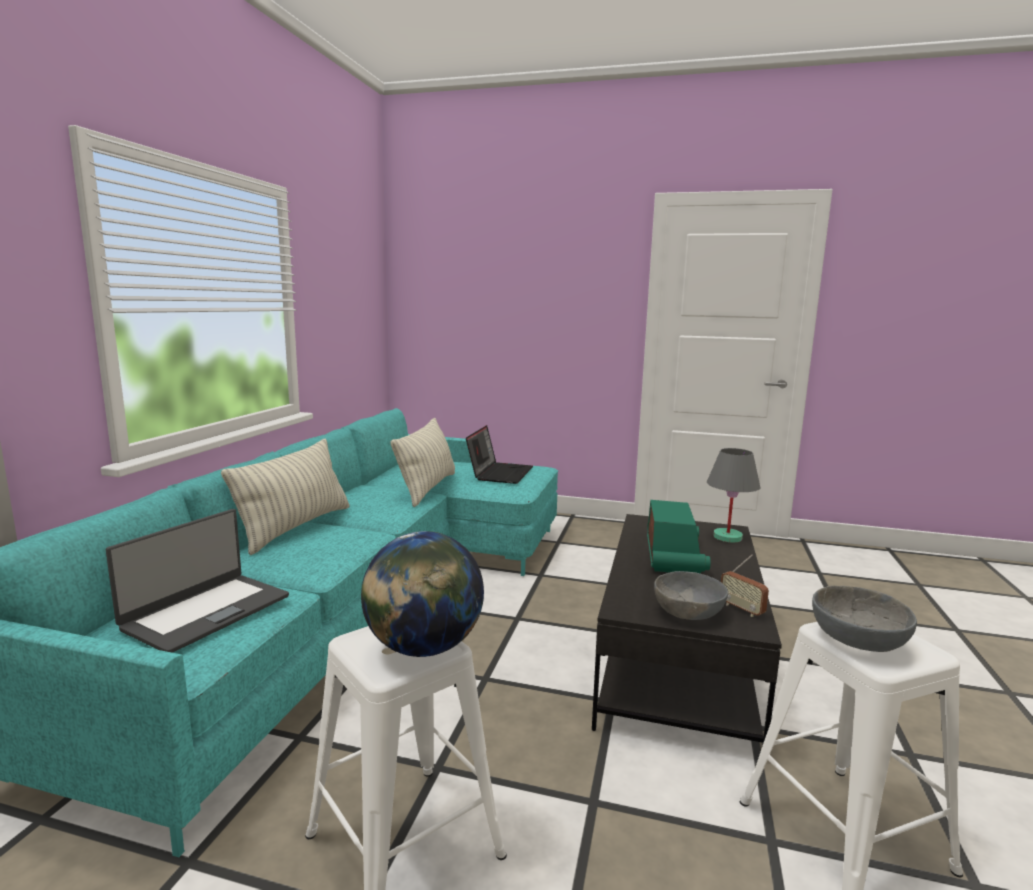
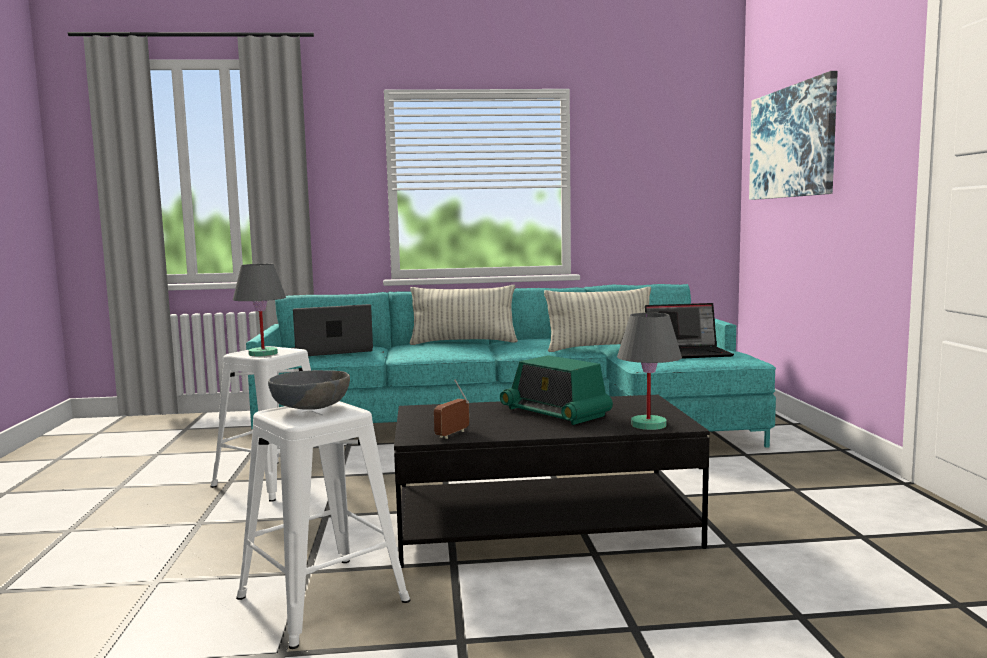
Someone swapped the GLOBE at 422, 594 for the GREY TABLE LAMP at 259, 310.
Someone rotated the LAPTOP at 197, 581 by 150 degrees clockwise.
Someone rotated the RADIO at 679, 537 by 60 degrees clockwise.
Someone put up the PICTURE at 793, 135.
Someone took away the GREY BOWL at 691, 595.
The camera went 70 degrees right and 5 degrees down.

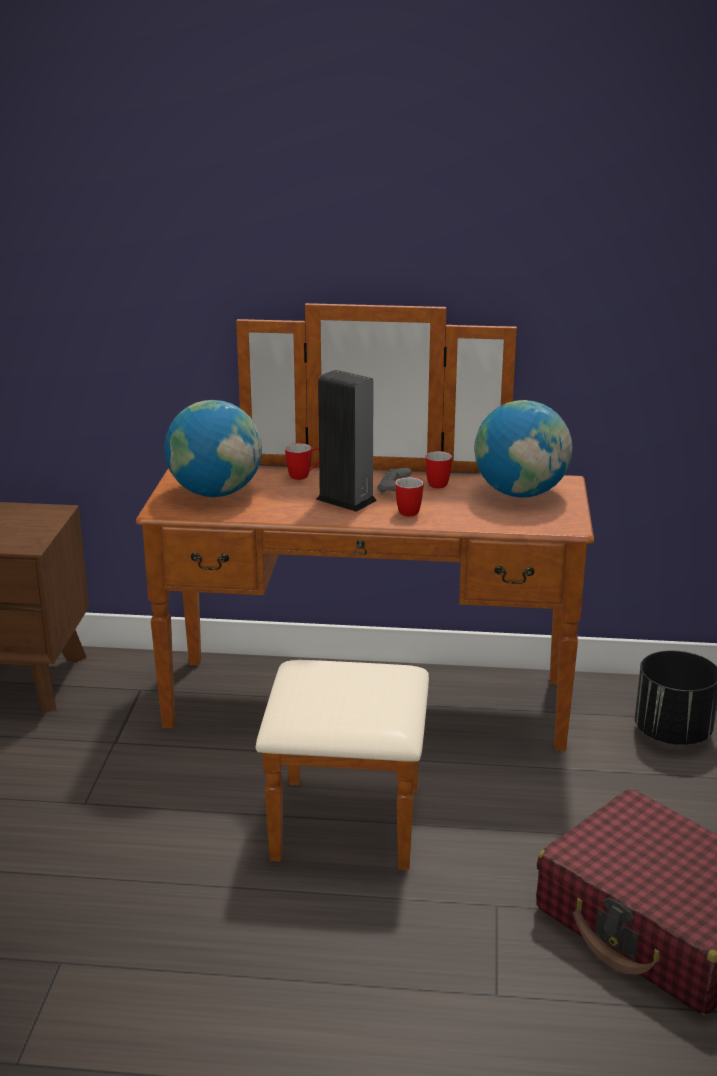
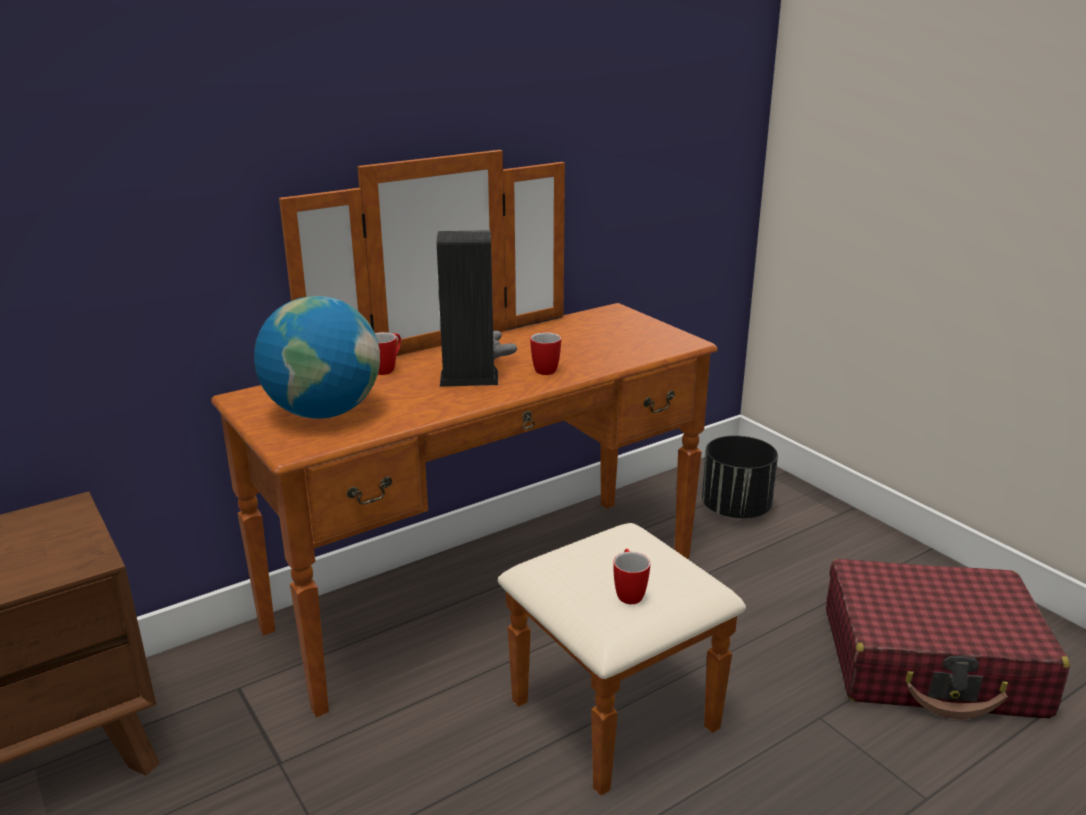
Someone carried the MUG from 438, 469 to 631, 576.
Someone took away the GLOBE at 523, 449.
The camera went 40 degrees left and 0 degrees up.

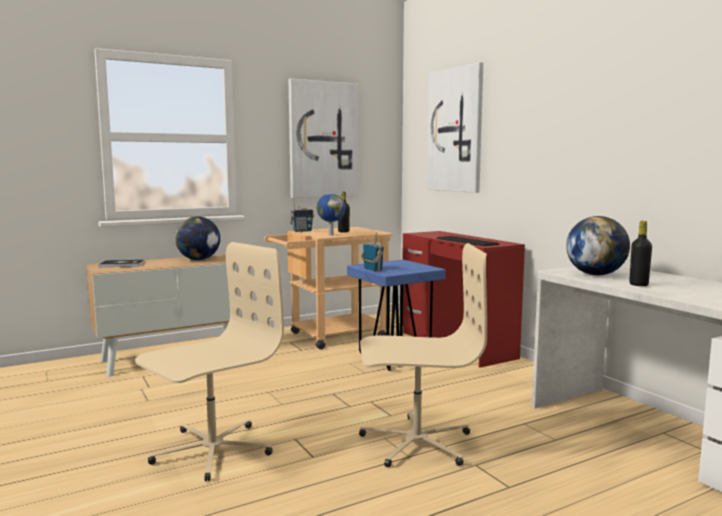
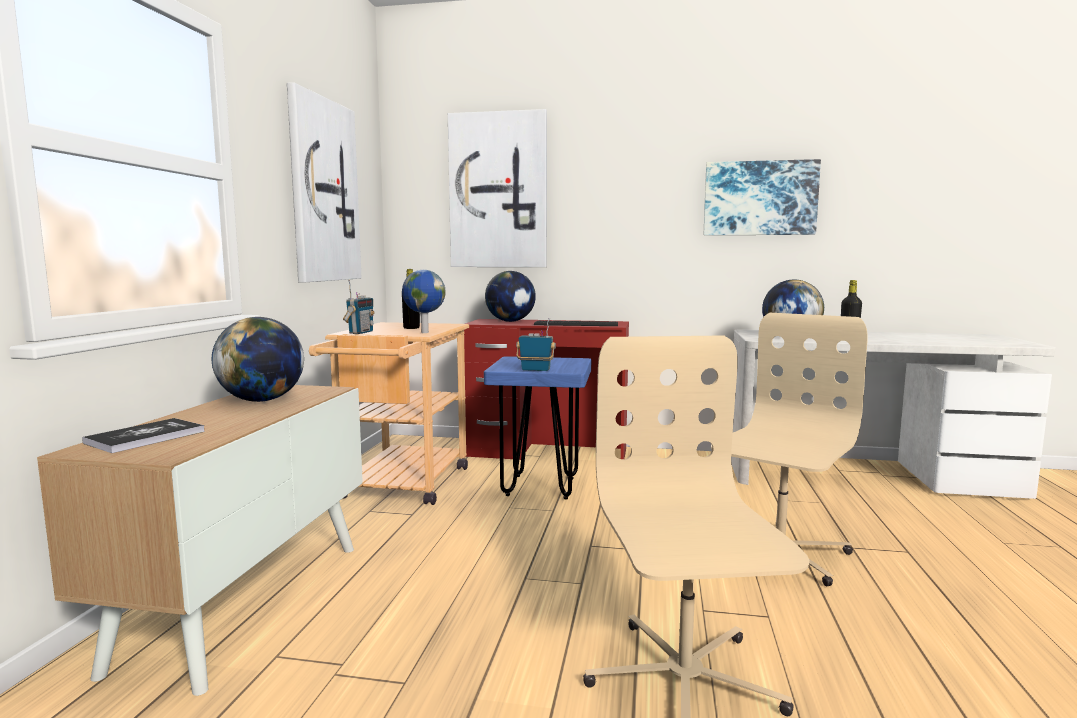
Someone put down the GLOBE at 510, 296.
Someone put up the PICTURE at 762, 197.
The camera went 50 degrees left and 0 degrees up.

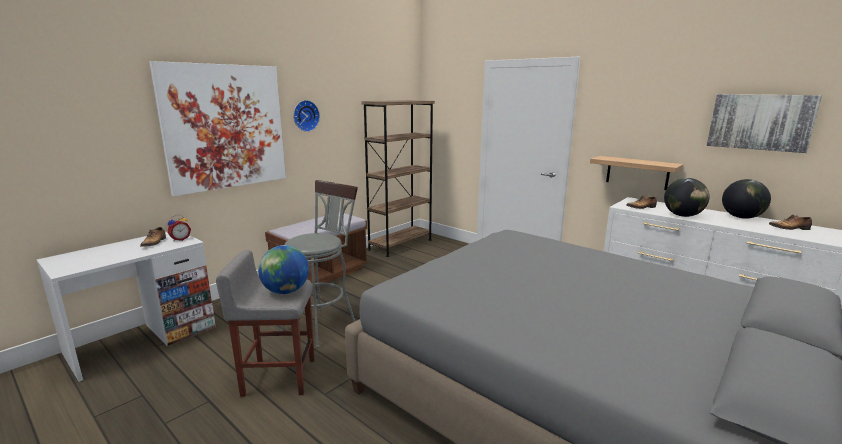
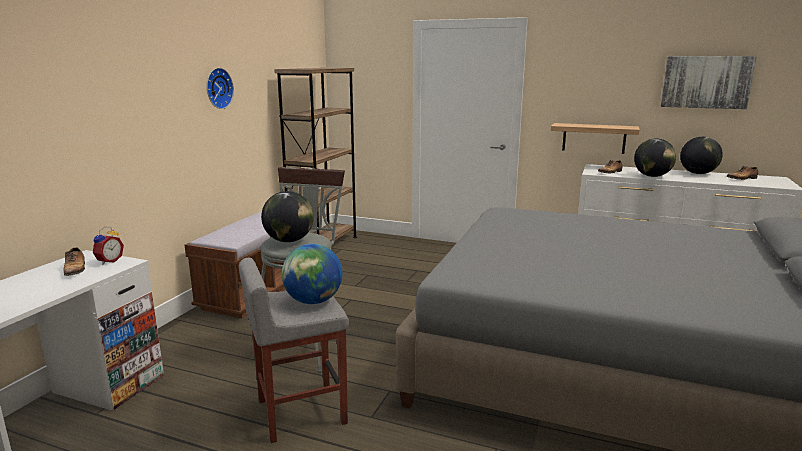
Someone put down the GLOBE at 287, 216.
Someone took away the PICTURE at 217, 128.
The camera went 20 degrees left and 0 degrees up.

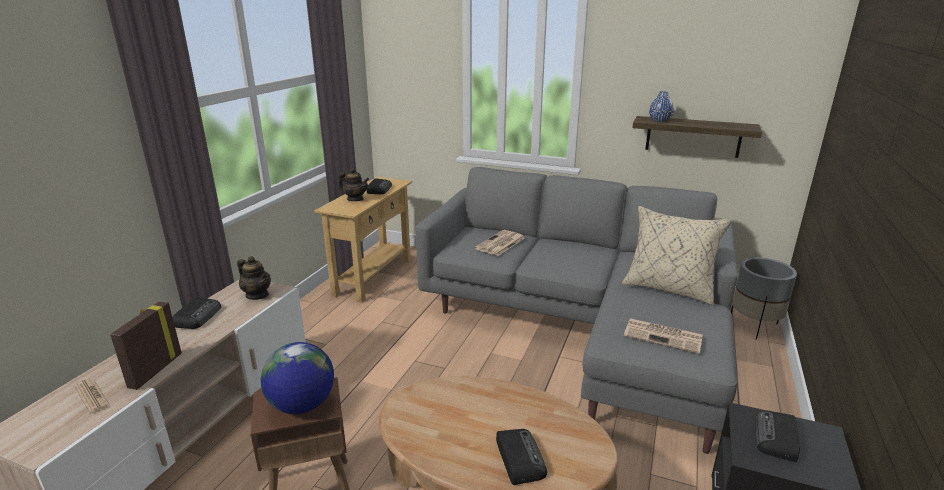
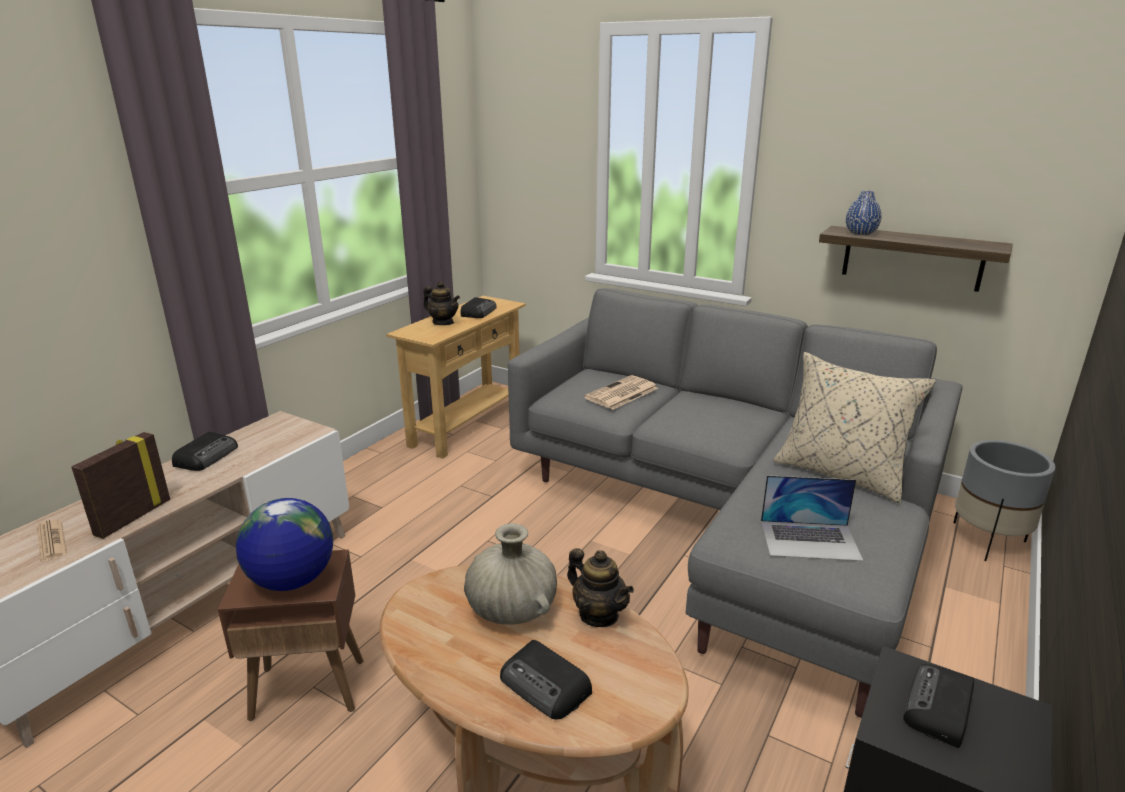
Someone put down the BEIGE VASE at 510, 574.
Someone rotated the RADIO at 521, 457 by 135 degrees clockwise.
Someone carried the TEAPOT from 254, 278 to 600, 587.
Someone swapped the NEWSPAPER at 663, 336 for the LAPTOP at 812, 518.
The camera went 10 degrees right and 0 degrees up.

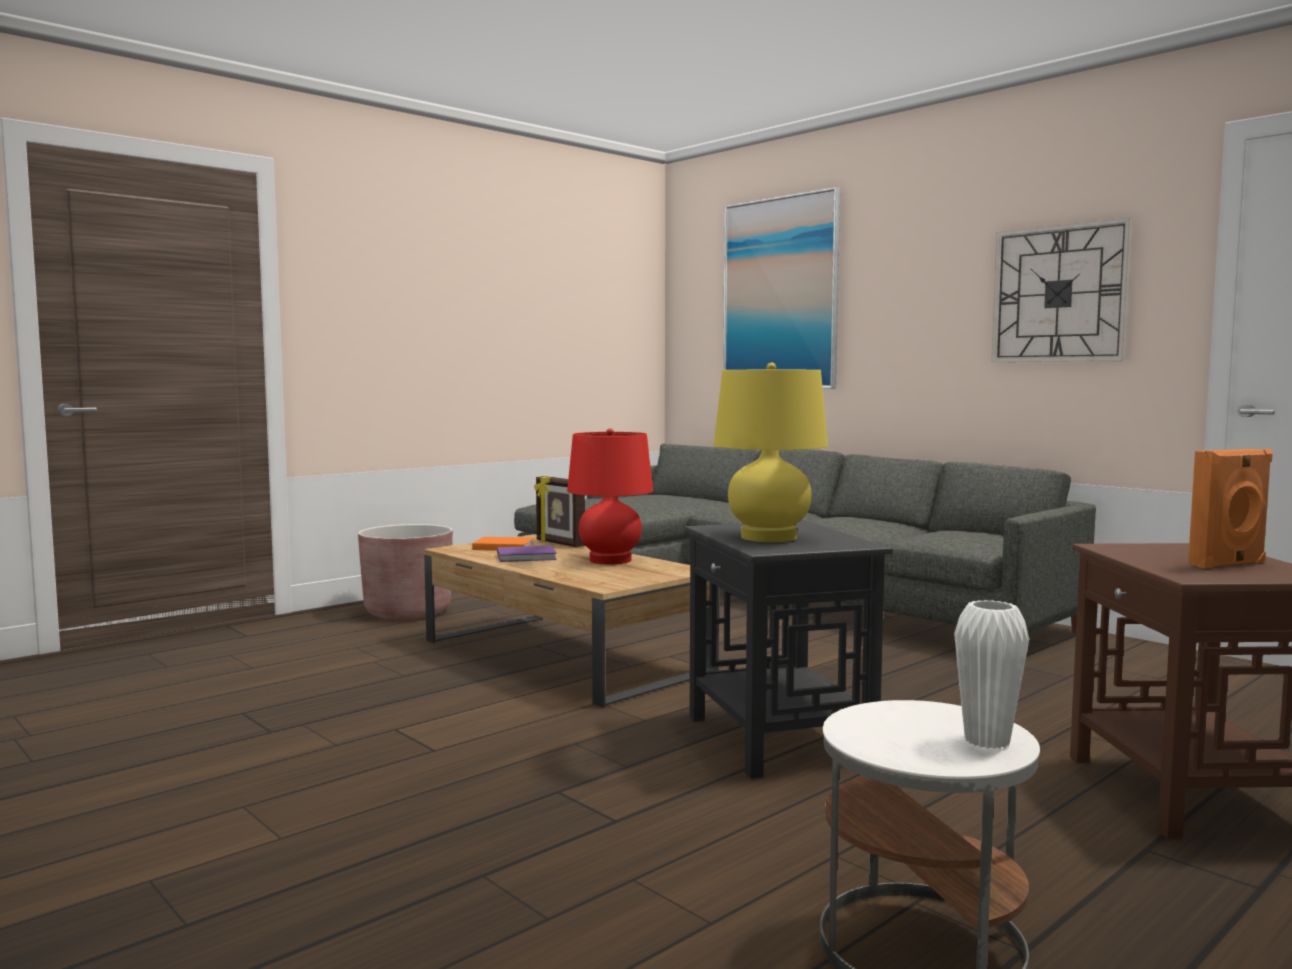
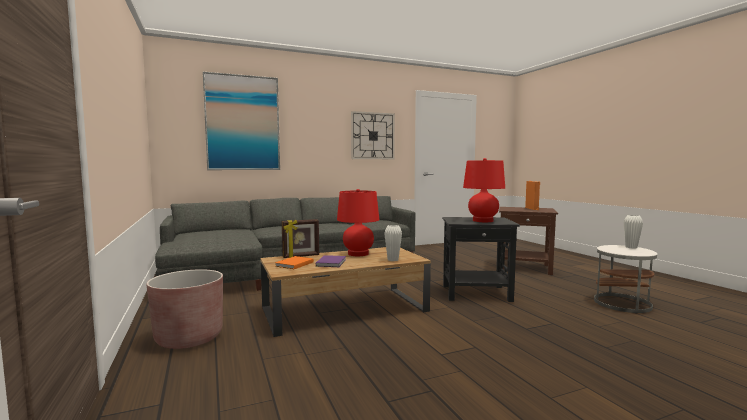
Someone put down the WHITE VASE at 393, 243.
Someone repainted the YELLOW TABLE LAMP at 771, 452, which became the RED TABLE LAMP at 484, 190.
The camera went 70 degrees left and 0 degrees up.

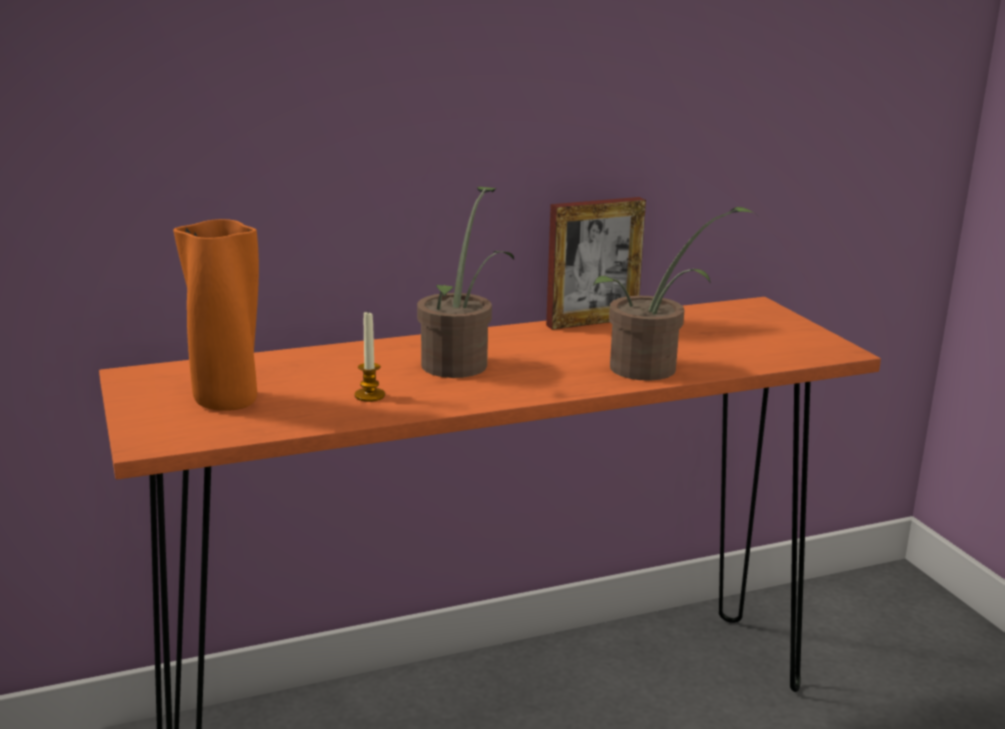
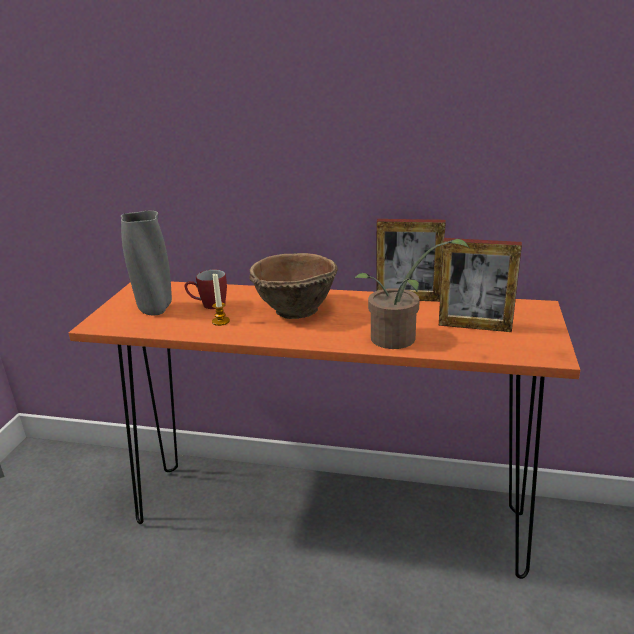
Someone repainted the ORANGE VASE at 216, 315, which became the GREY VASE at 146, 263.
Someone put down the RED MUG at 205, 289.
Someone swapped the POTTED PLANT at 465, 282 for the BROWN BOWL at 293, 286.
Someone put down the PICTURE FRAME at 480, 285.
The camera went 35 degrees right and 5 degrees up.

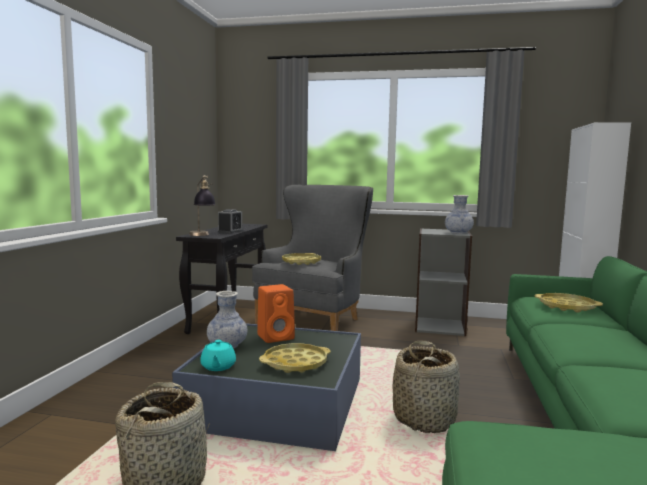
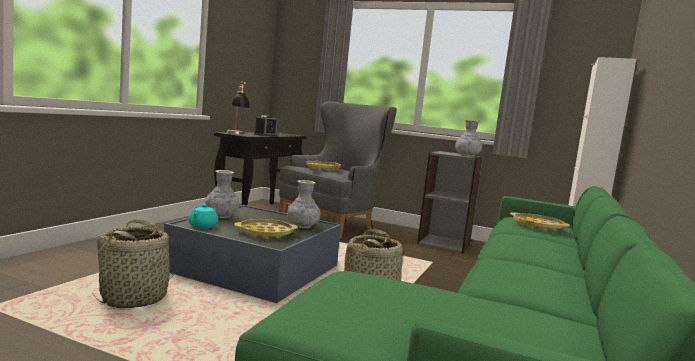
Someone put down the VASE at 303, 204.
Someone took away the ORANGE SPEAKER at 276, 313.
The camera went 10 degrees right and 0 degrees up.

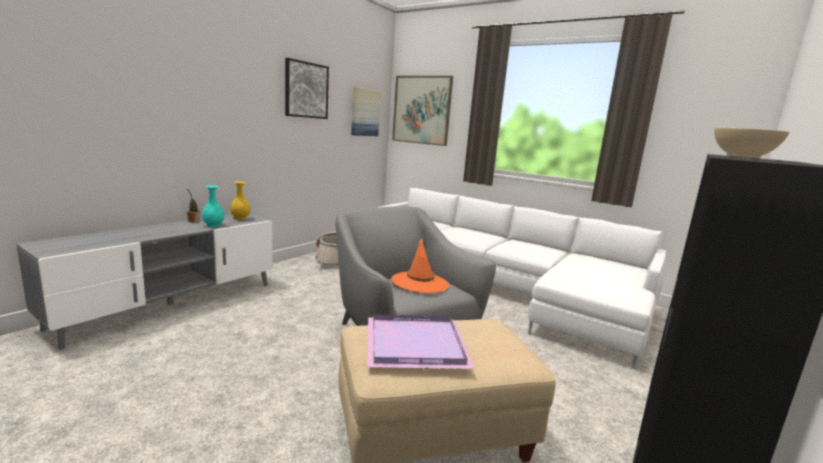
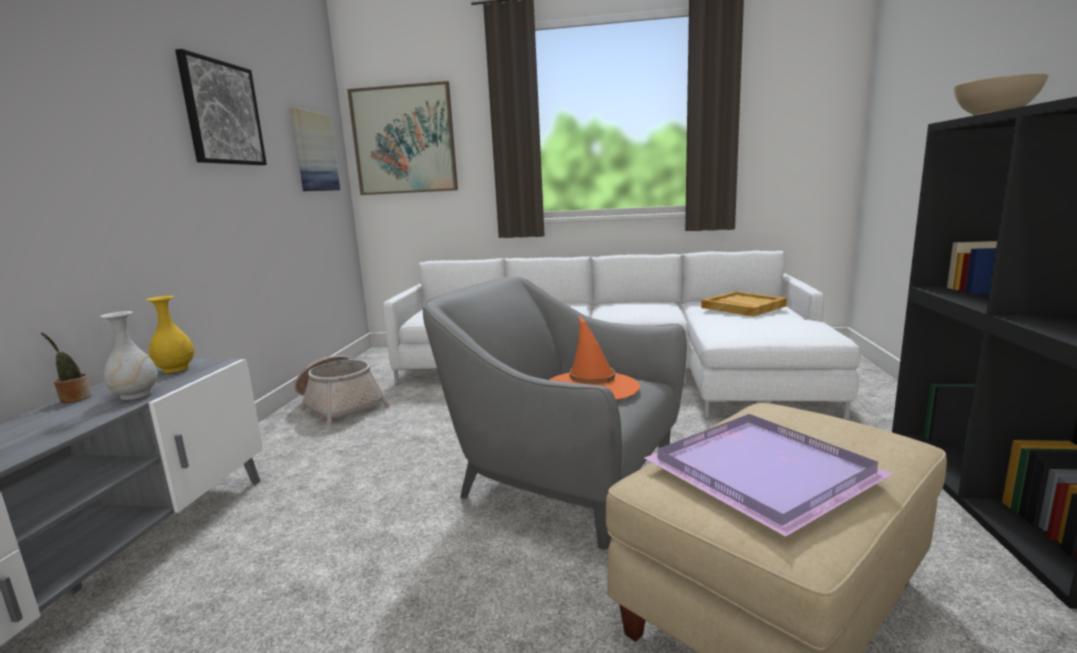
Someone repainted the TURQUOISE VASE at 213, 206, which became the WHITE VASE at 129, 355.
Someone put down the BEIGE TRAY at 744, 304.
The camera went 25 degrees left and 0 degrees up.

